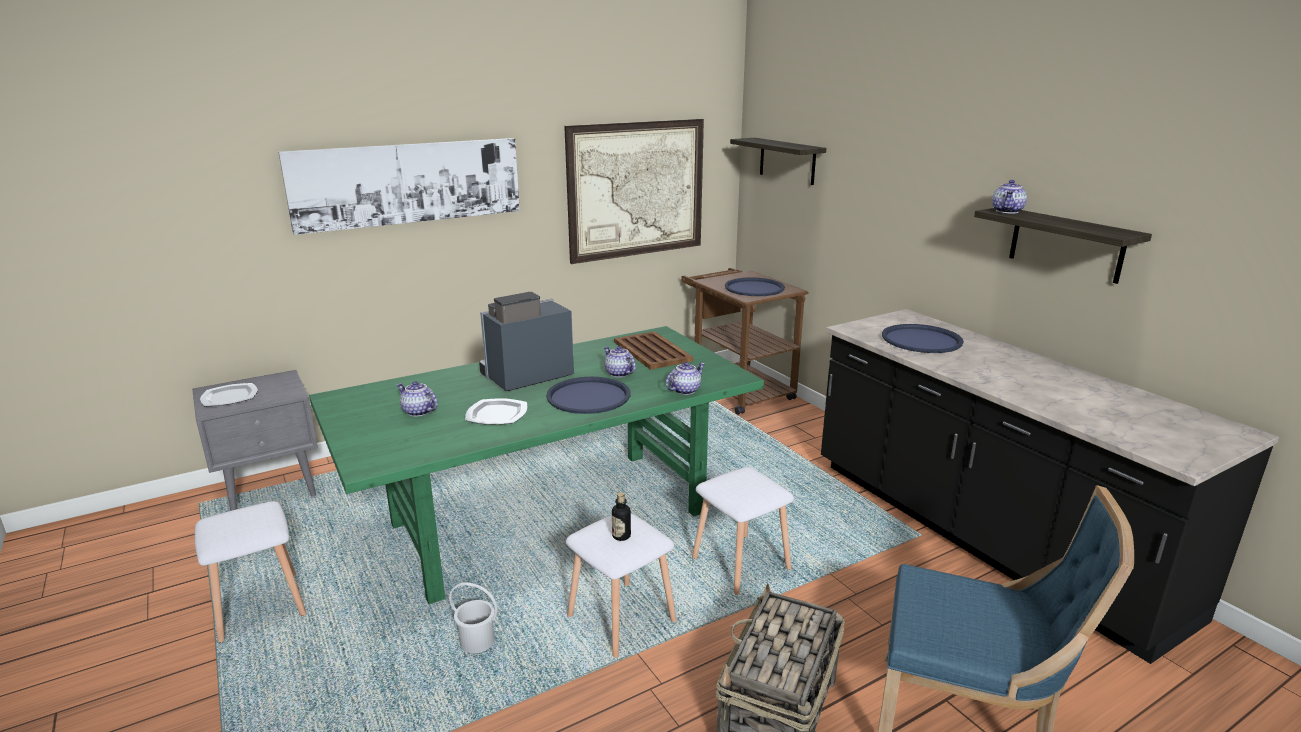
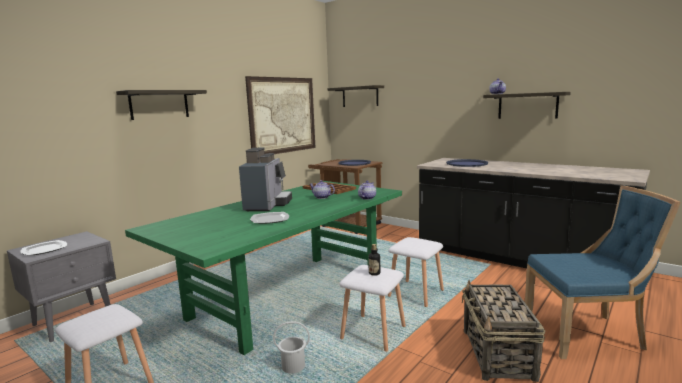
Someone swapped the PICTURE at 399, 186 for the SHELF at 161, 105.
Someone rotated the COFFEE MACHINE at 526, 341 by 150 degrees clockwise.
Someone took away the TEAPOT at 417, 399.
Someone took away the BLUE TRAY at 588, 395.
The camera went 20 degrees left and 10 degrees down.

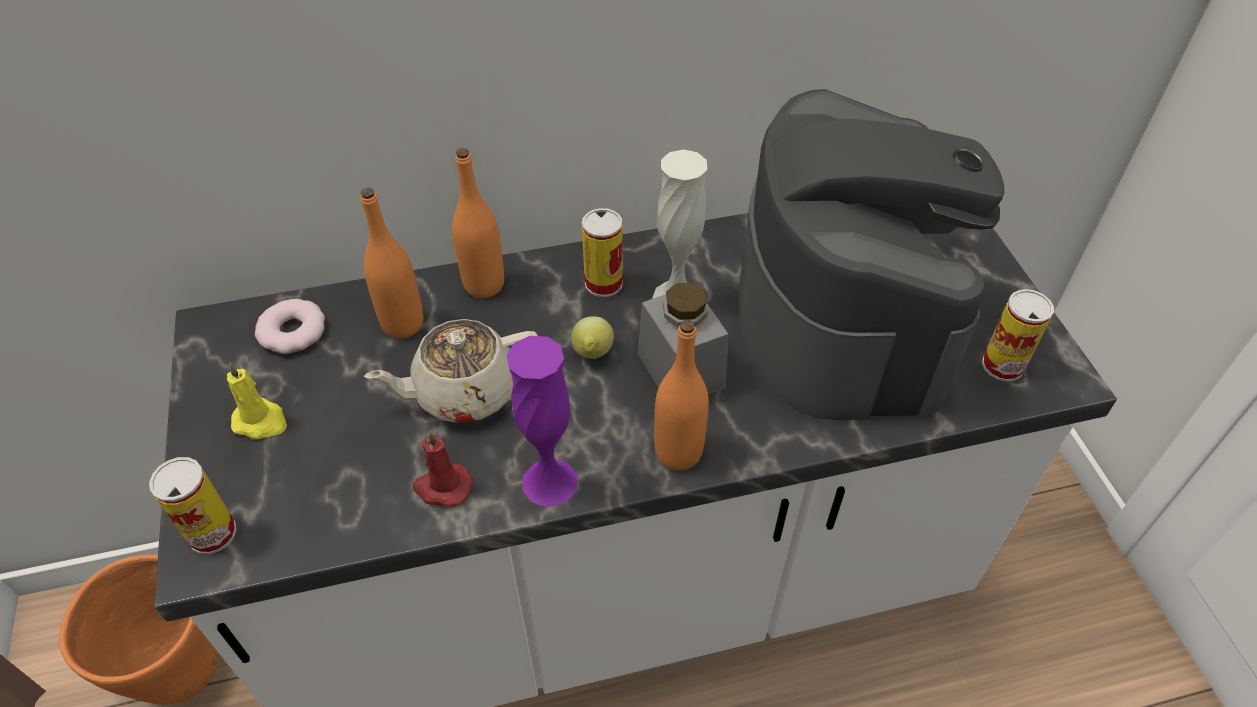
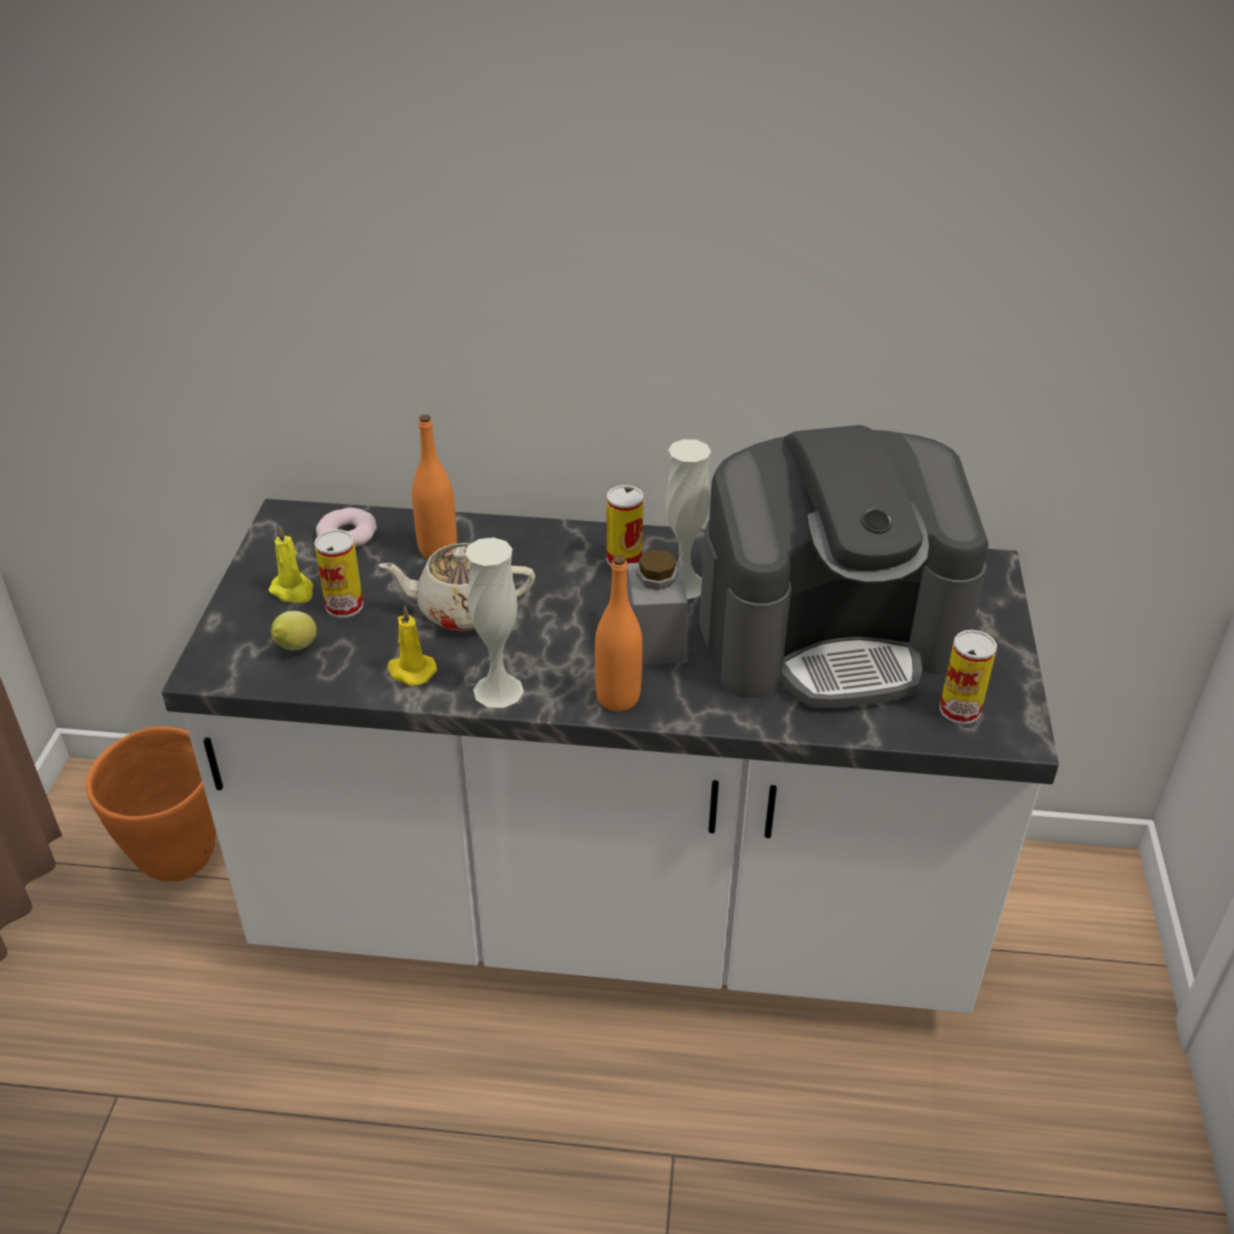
Someone carried the LEMON from 592, 337 to 294, 630.
Someone carried the CAN from 193, 505 to 338, 574.
Someone repainted the RED CANDLE at 443, 468, which became the YELLOW CANDLE at 412, 646.
Someone repainted the PURPLE VASE at 542, 421, which became the WHITE VASE at 494, 622.
Someone rotated the COFFEE MACHINE at 871, 254 by 60 degrees clockwise.
Someone took away the ORANGE BOTTLE at 478, 223.
The camera went 20 degrees right and 10 degrees down.

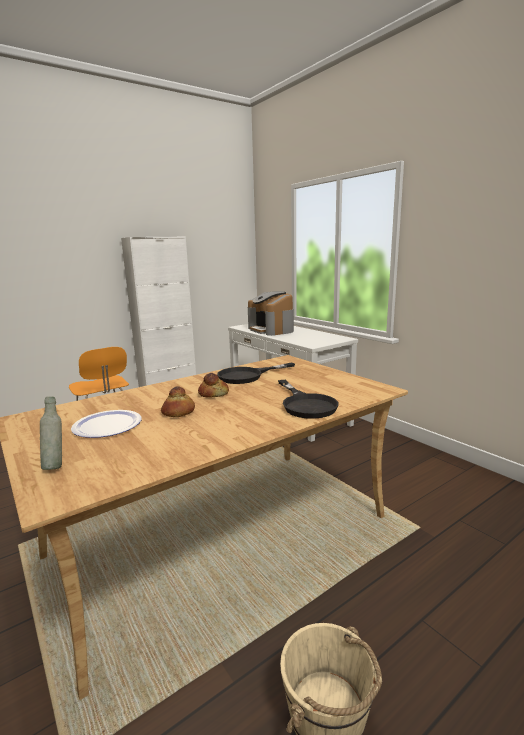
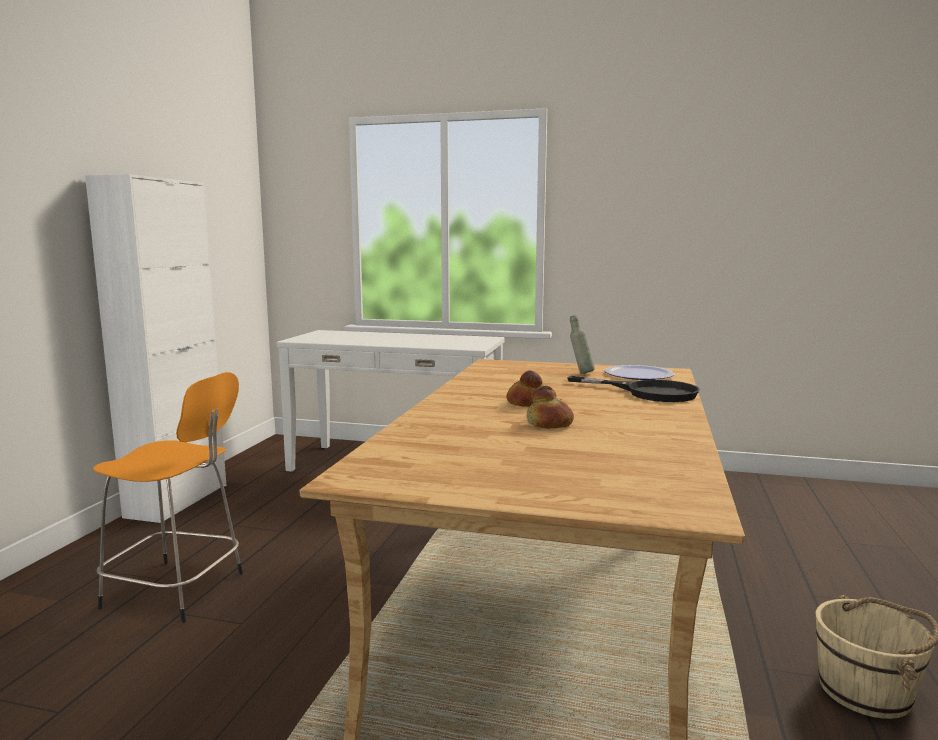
Someone carried the GREY BOTTLE from 51, 433 to 582, 344.
Someone carried the PLATE from 106, 424 to 640, 372.
Someone took away the BLACK FRYING PAN at 256, 373.
Someone took away the COFFEE MACHINE at 271, 313.
The camera went 40 degrees left and 5 degrees down.

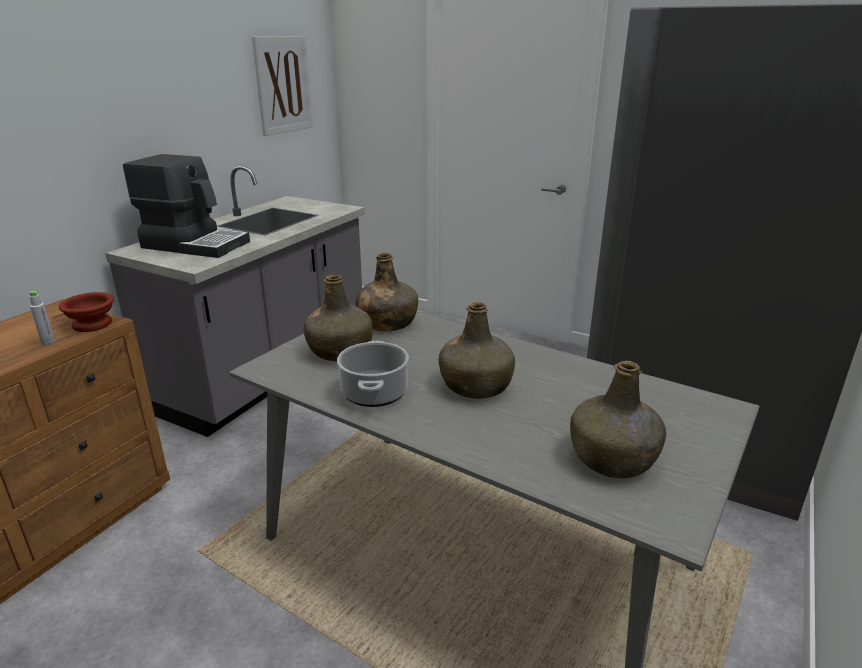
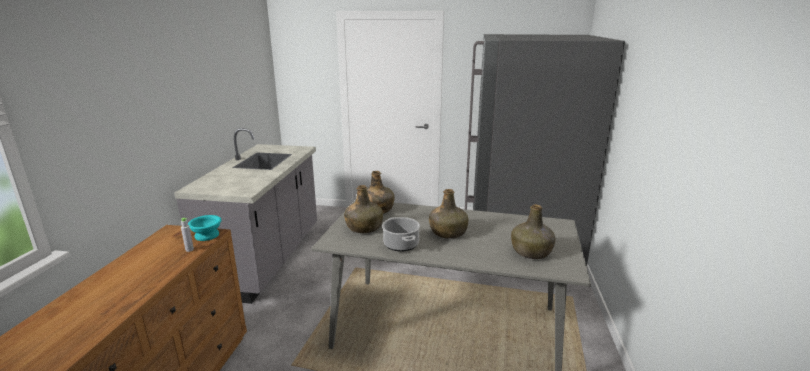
Someone repainted the BROWN BOWL at 86, 312, which became the TURQUOISE BOWL at 204, 228.
Someone took away the COFFEE MACHINE at 186, 206.
Someone took away the PICTURE at 282, 86.
The camera went 20 degrees left and 5 degrees down.

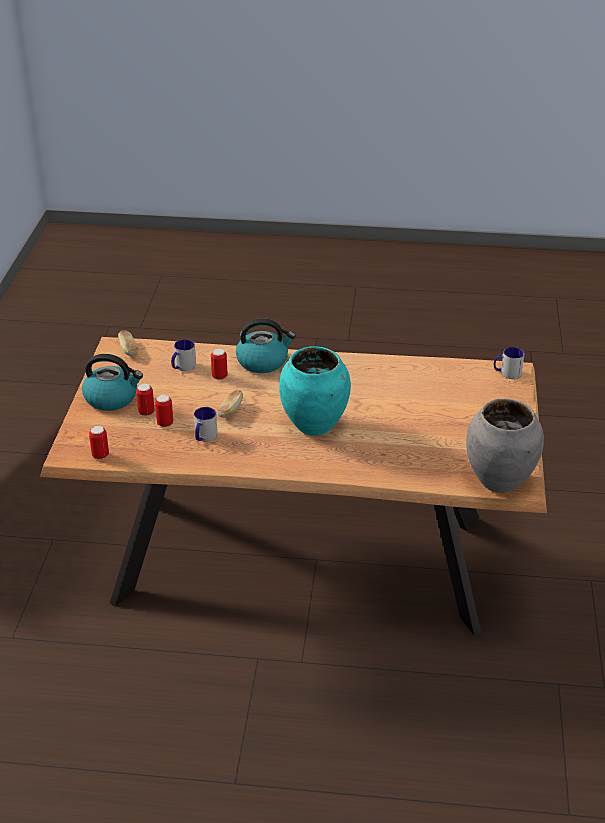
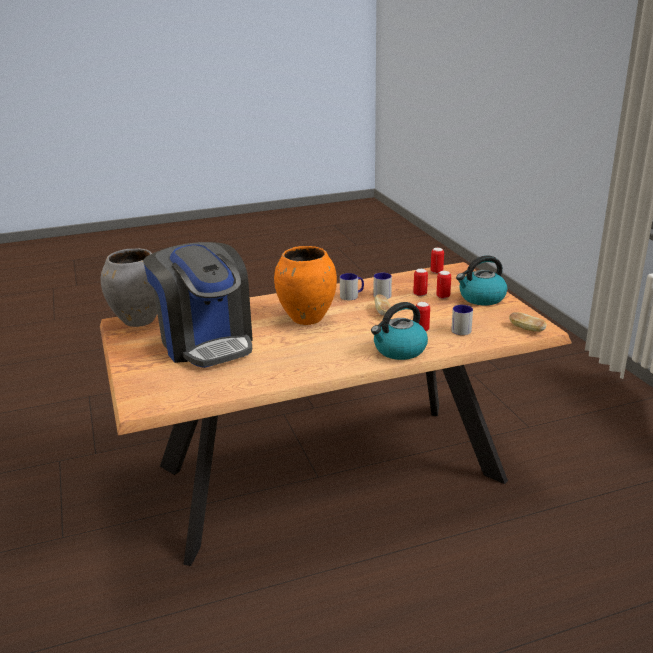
Someone put down the COFFEE MACHINE at 198, 305.
Someone repainted the TURQUOISE VASE at 315, 391, which became the ORANGE VASE at 305, 285.
Someone carried the MUG from 509, 363 to 352, 286.
The camera went 155 degrees right and 10 degrees down.

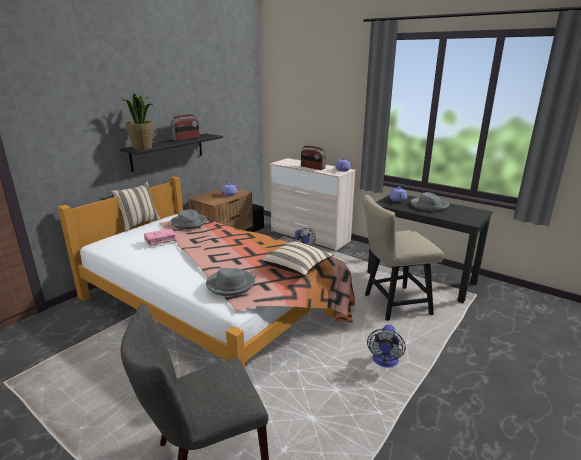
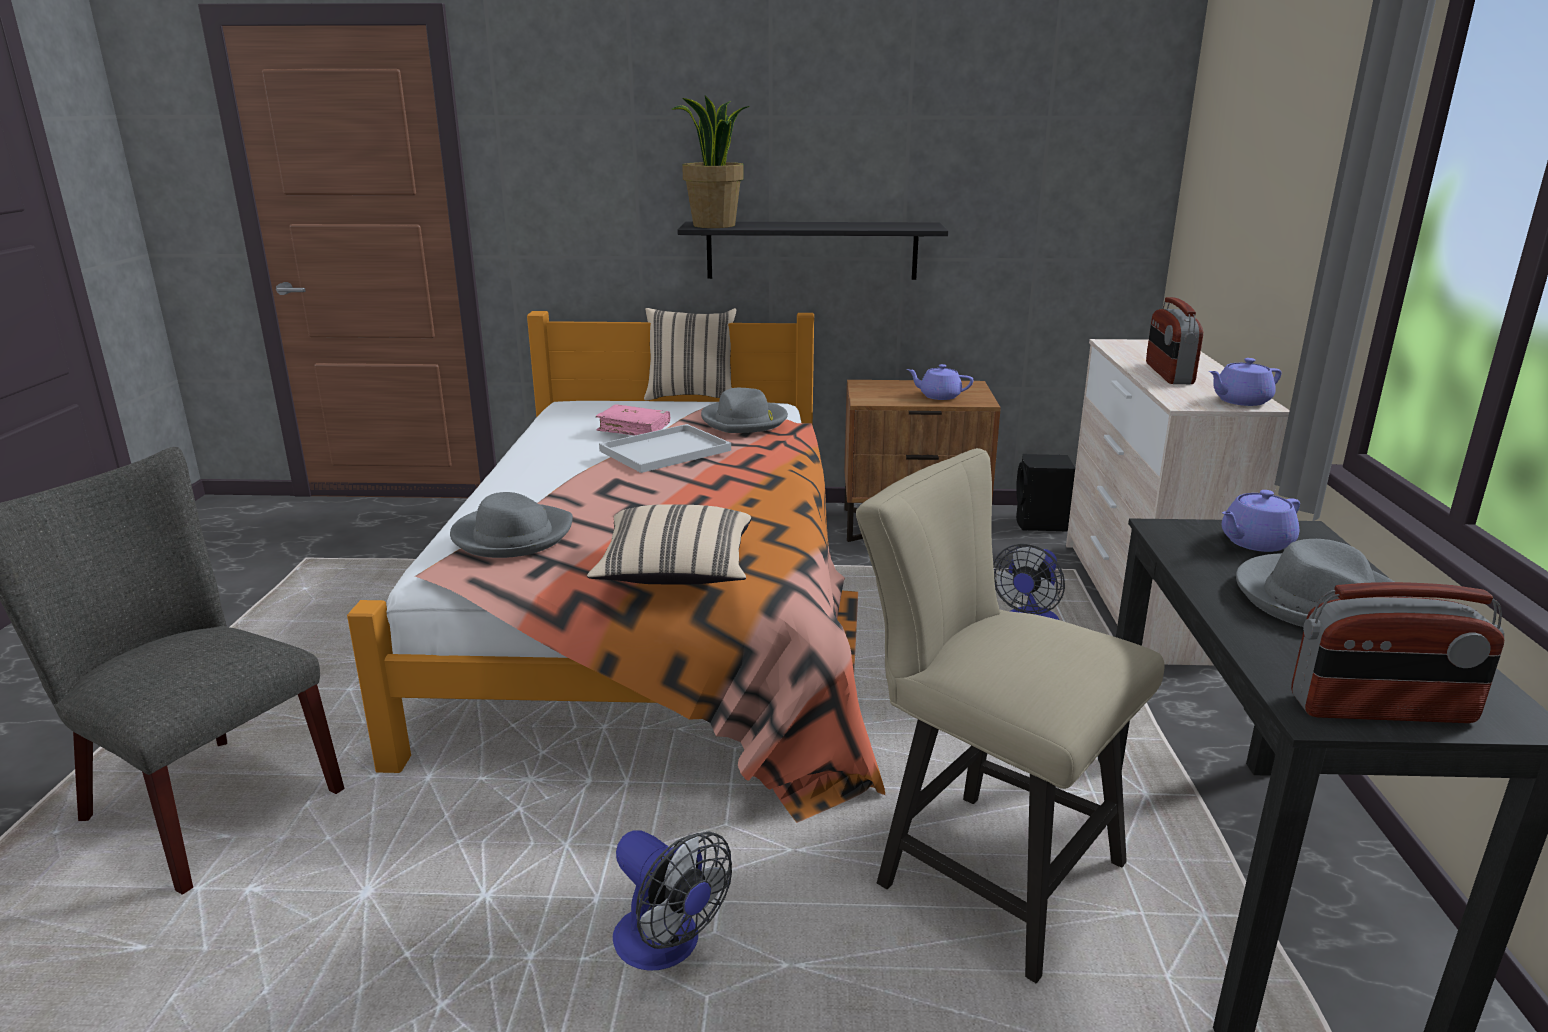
Someone put down the WHITE TRAY at 665, 448.
Someone rotated the FAN at 386, 346 by 120 degrees counterclockwise.
Someone carried the RADIO from 185, 127 to 1397, 652.
The camera went 55 degrees right and 0 degrees up.

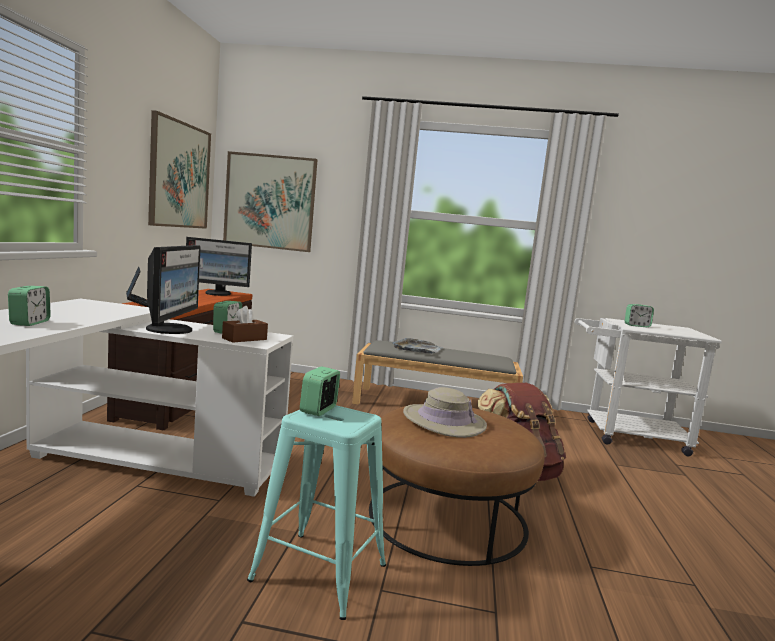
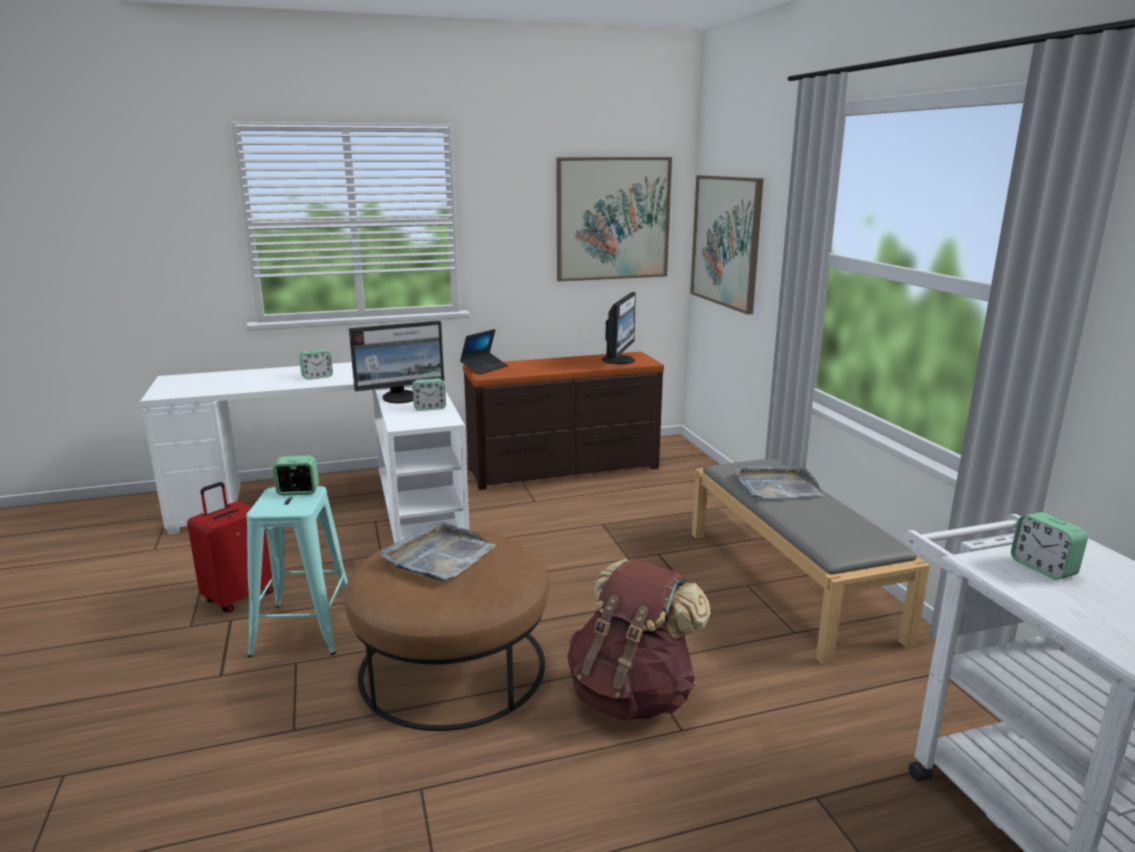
Someone put down the RED SUITCASE at 230, 547.
Someone swapped the BEIGE HAT at 445, 412 for the GREY TRAY at 439, 552.
Someone rotated the MONITOR at 219, 266 by 135 degrees counterclockwise.
Someone took away the BROWN TISSUE BOX at 245, 324.
The camera went 65 degrees right and 10 degrees up.

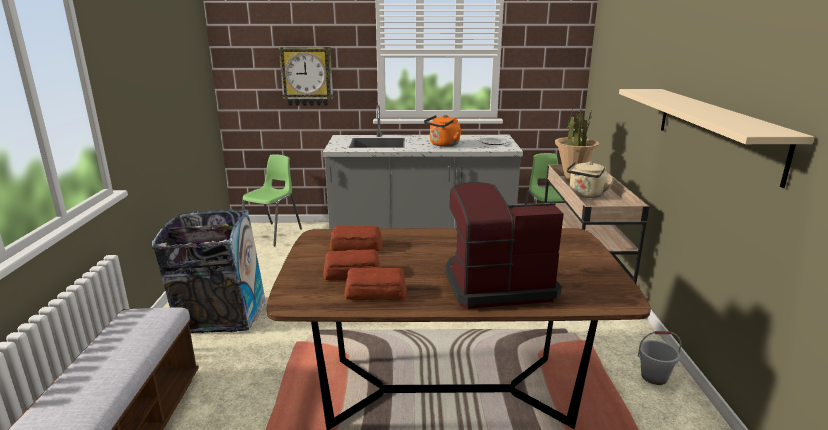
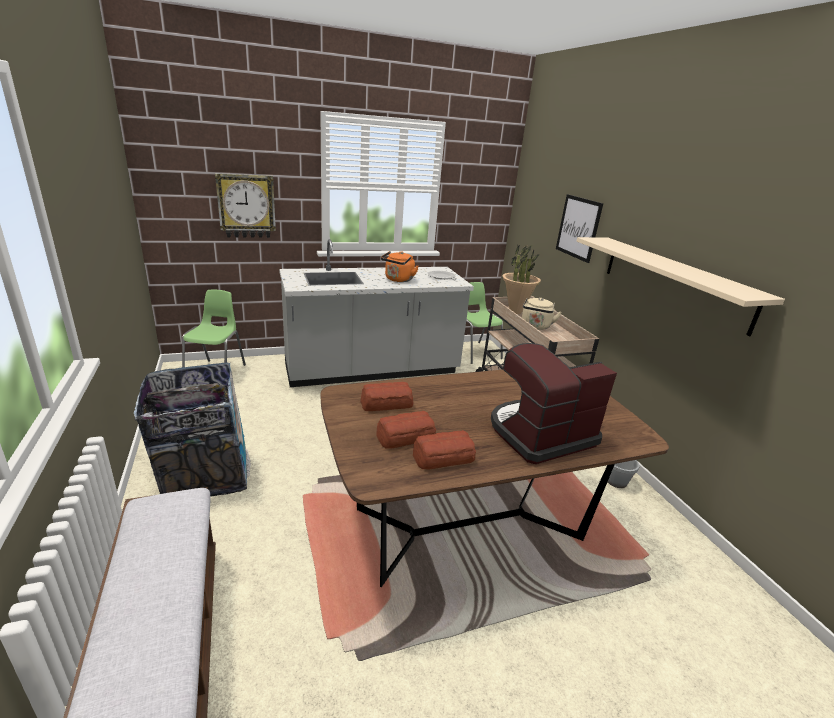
Someone put up the PICTURE at 579, 228.
The camera went 20 degrees left and 5 degrees up.

